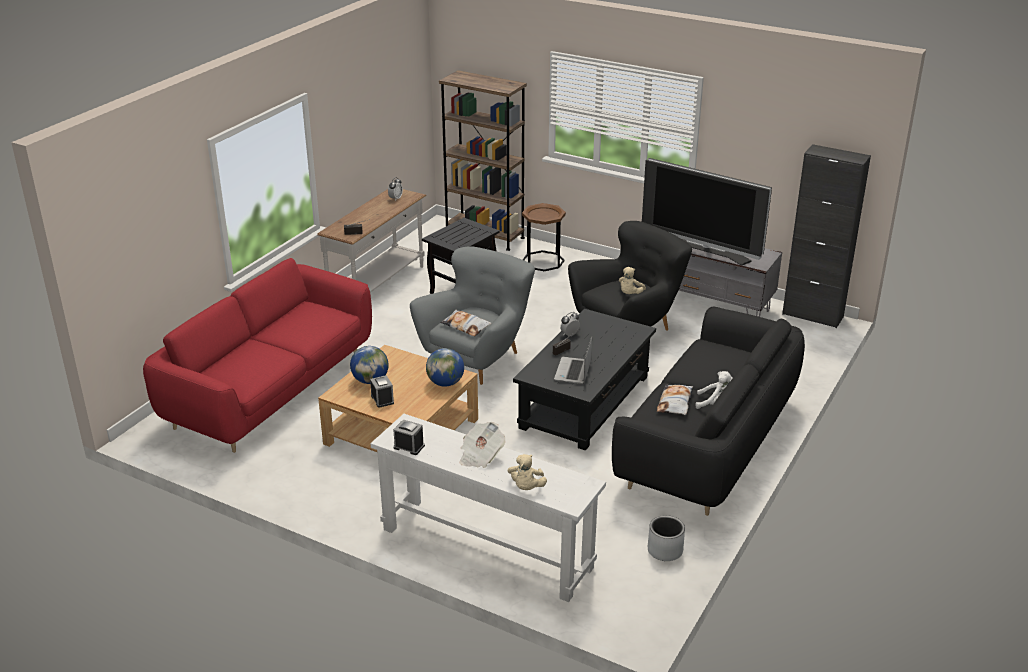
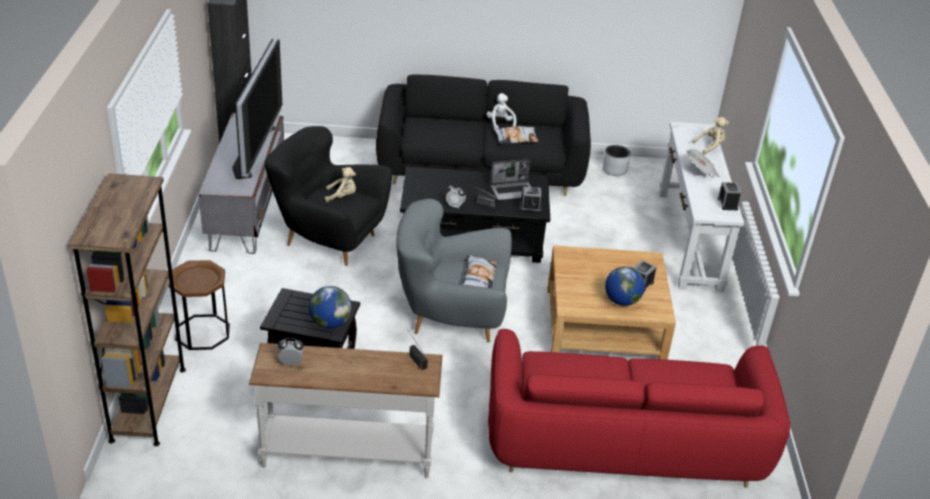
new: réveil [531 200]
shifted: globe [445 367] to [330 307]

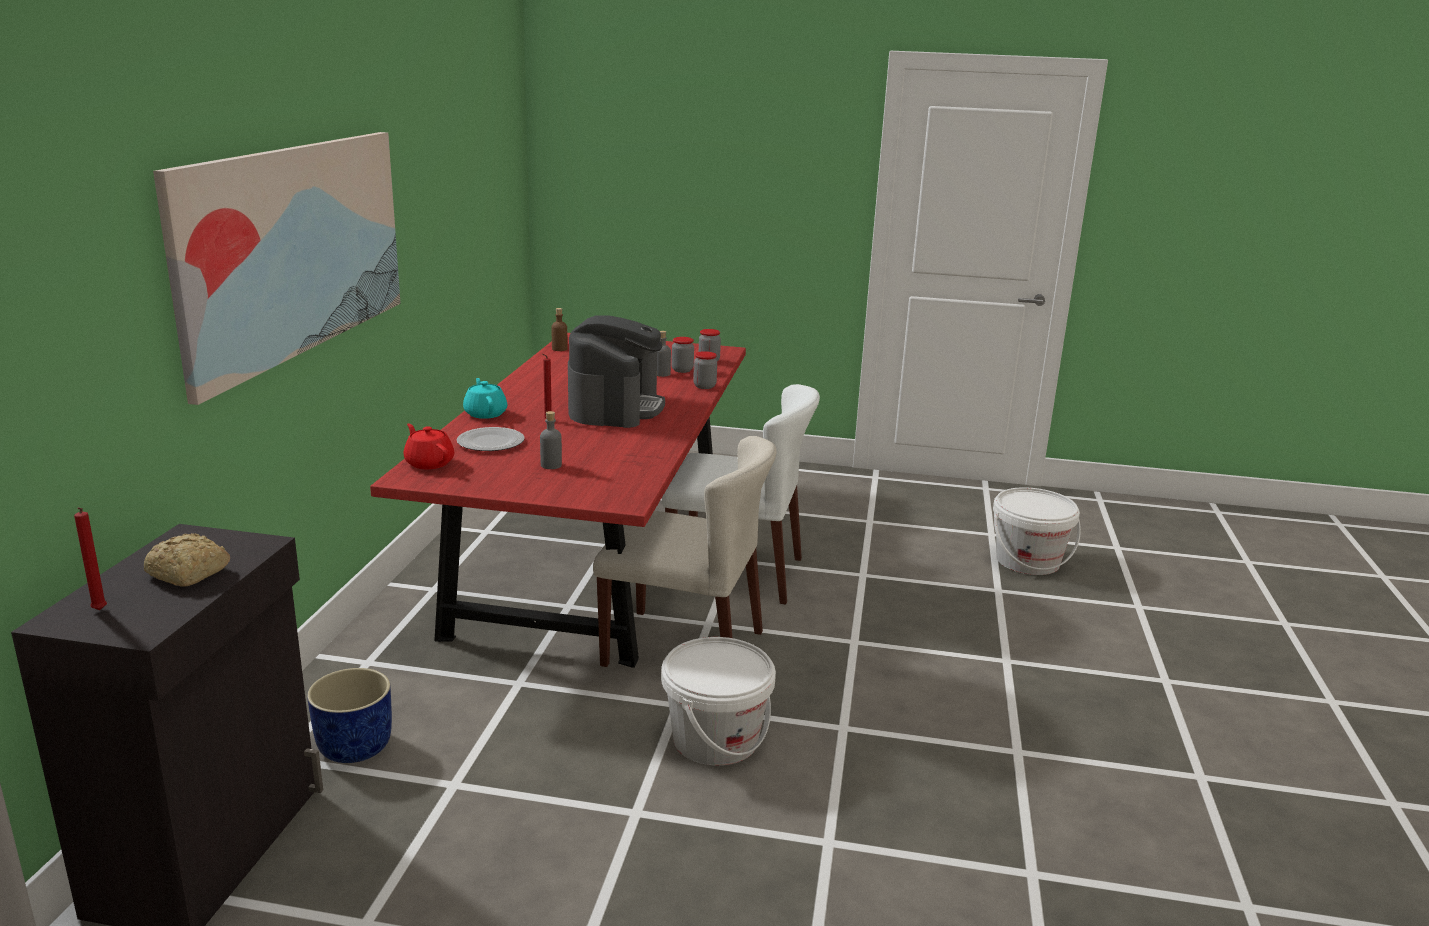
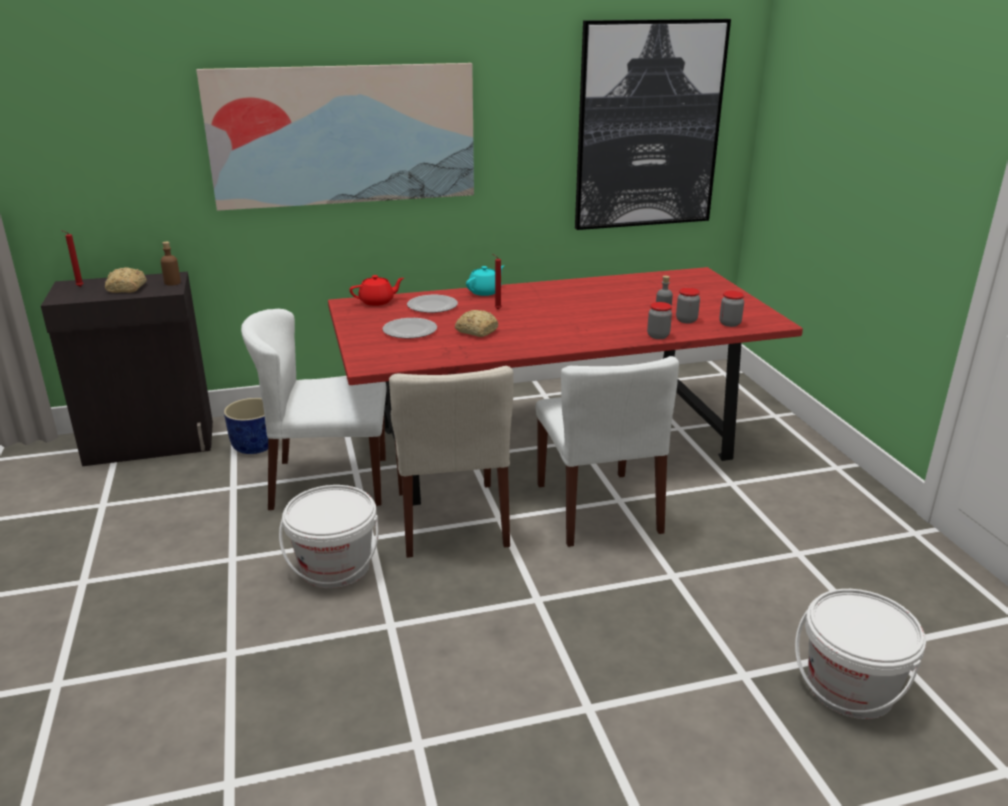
gone: machine à café [616 371]
new: tableau [653 124]; chaise [blanc] [314 409]; pain [476 323]
shifted: bouteille [marron] [560 329] to [171 264]
swapped: bouteille [gris] [551 440] to assiette [409 328]
rotated: théière [rouge] [429 446] = [377 290] 45 degrees clockwise

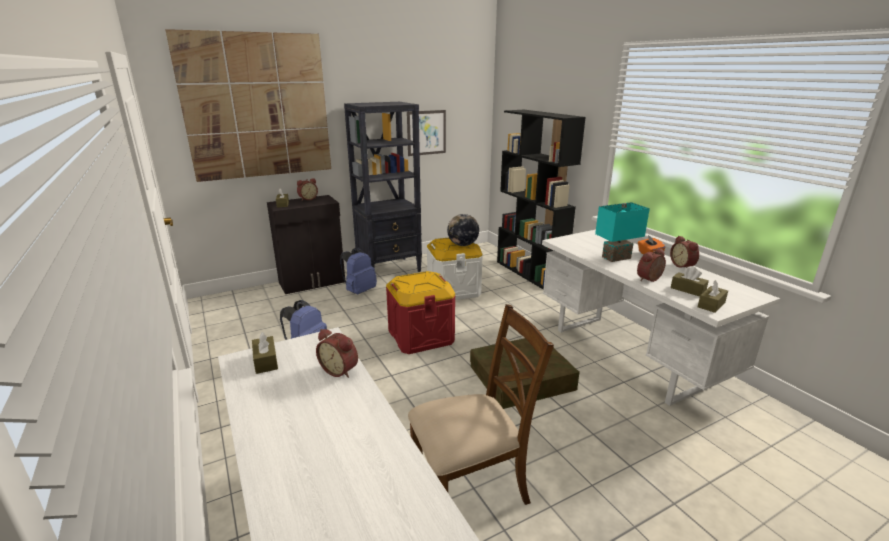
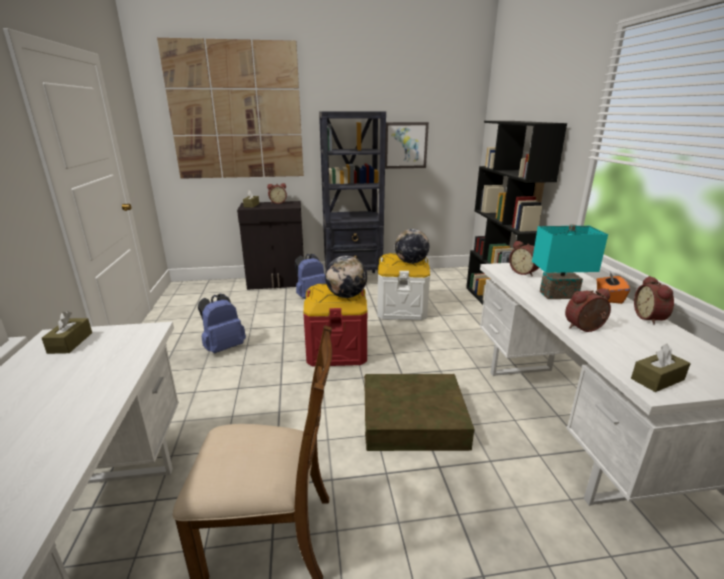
gone: boîte à mouchoirs [marron] [690 282]
new: globe [346 277]
shifted: réveil [337 353] to [524 258]

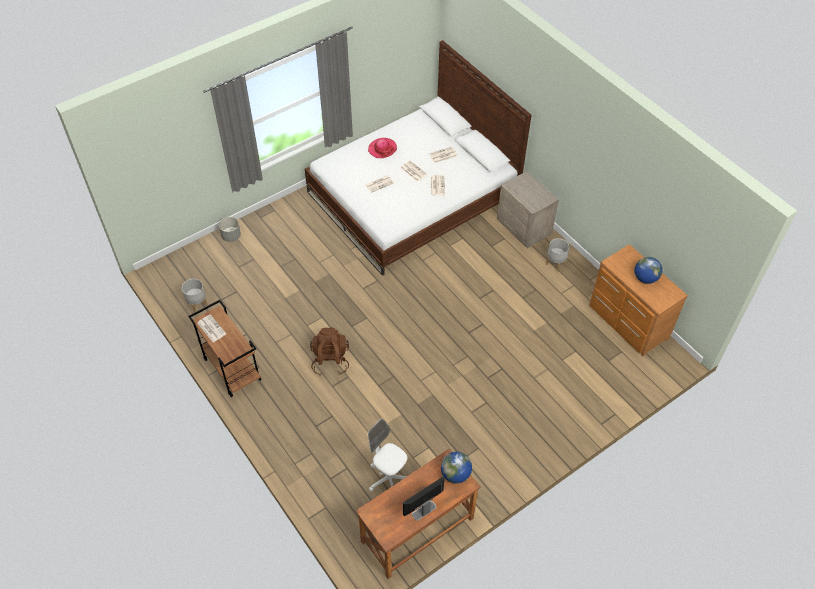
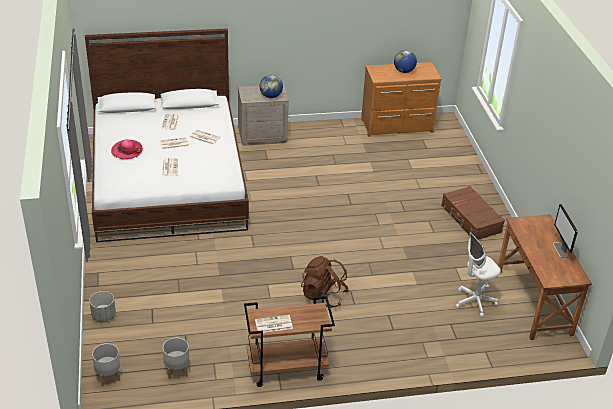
new: valise [marron] [473 213]
shifted: cache-pot [gris] [557 254] to [106 364]; globe [456 468] to [271 86]

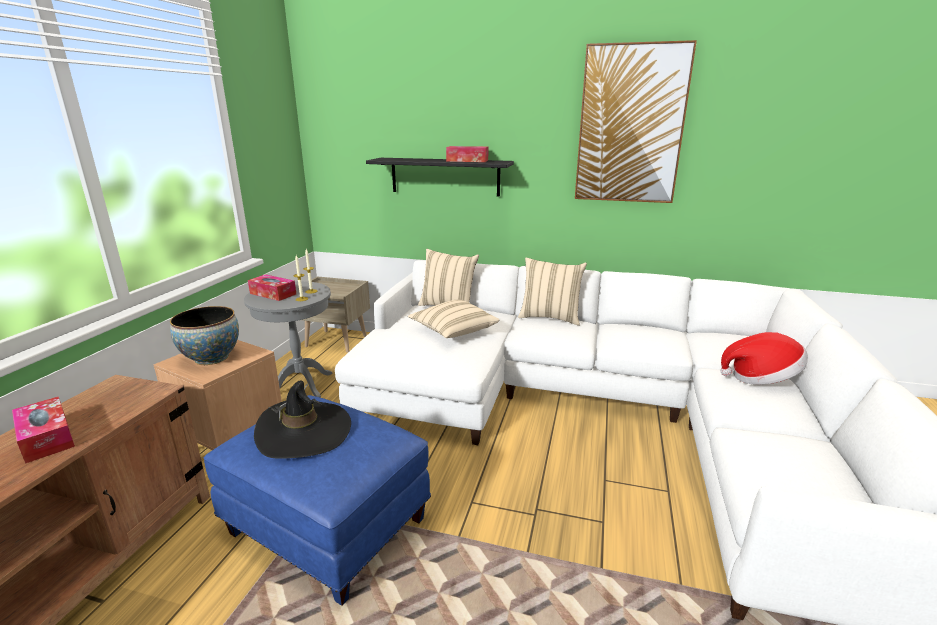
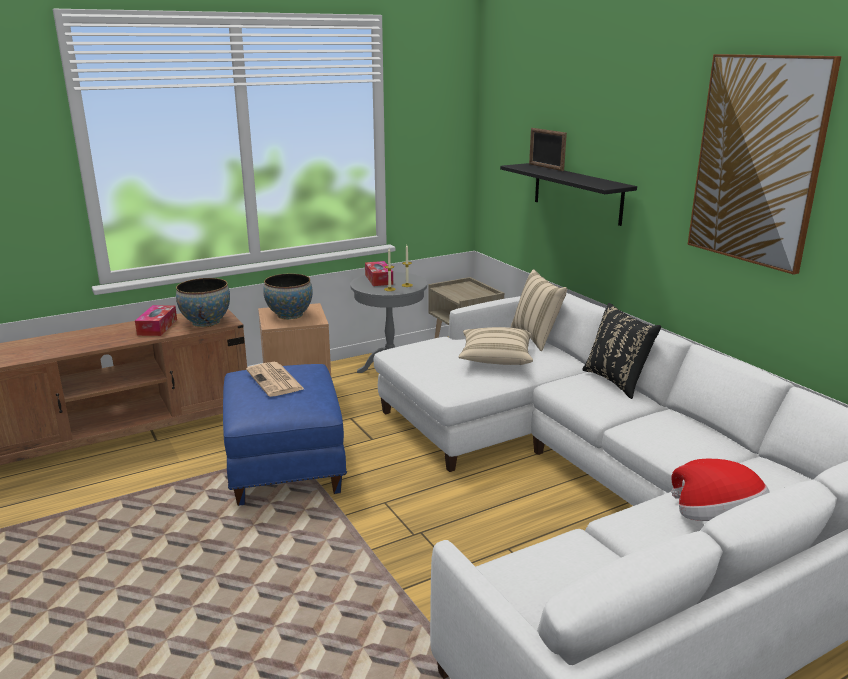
gone: boîte à mouchoirs [467 154]
new: cadre photo [548 149]; bol [203 302]
swapped: chapeau [noir] [302 419] to journal [275 379]
repainted: coussin [beige] [552 292] to coussin [noir] [622 351]

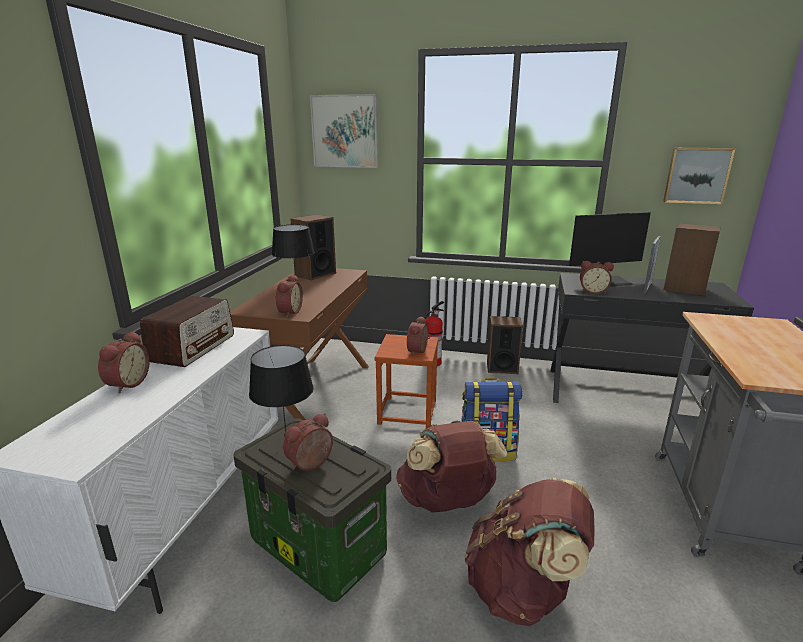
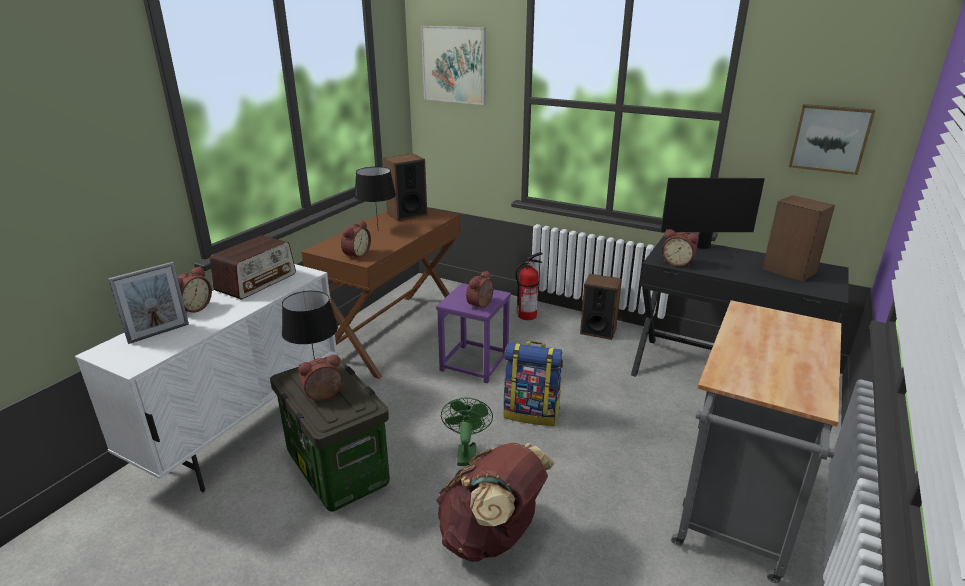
shifted: cadre photo [652 265] to [148 303]
swapped: sac à dos [marron] [452 467] to ventilateur [vert] [467 431]
repainted: tabouret [marron] [406 381] to tabouret [violet] [473 333]

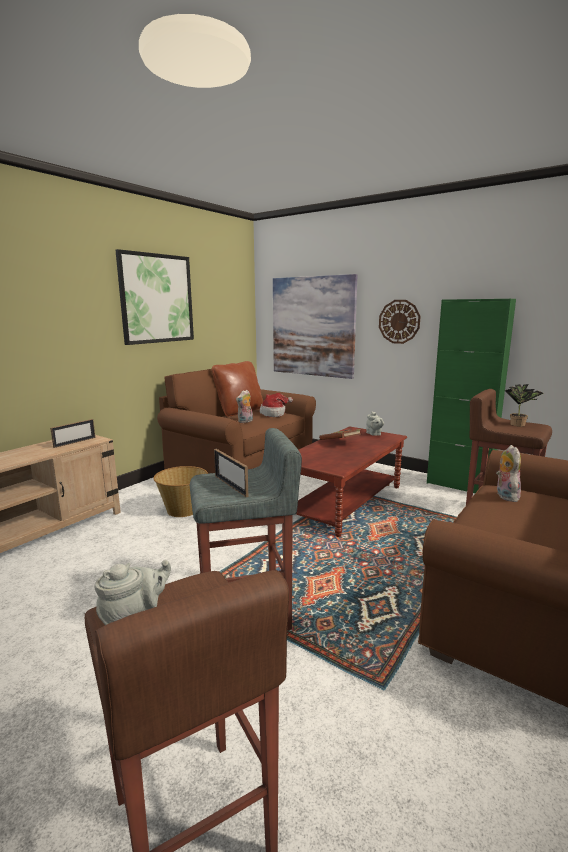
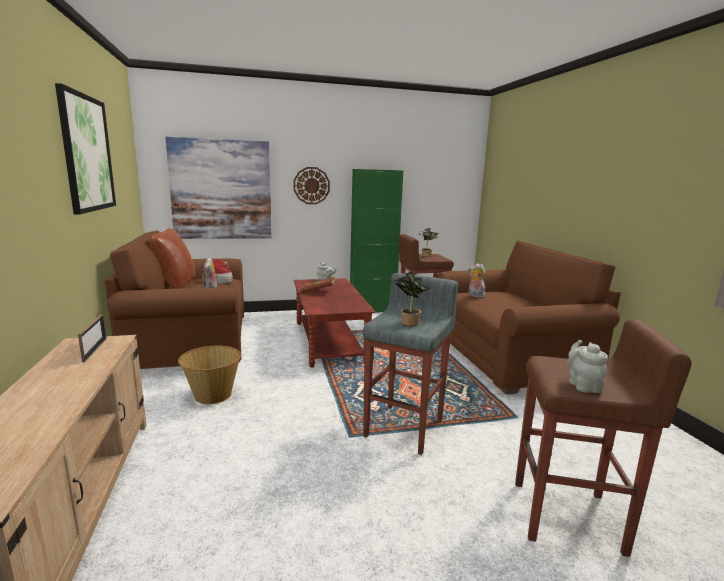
swapped: cadre photo [231 473] to plante en pot [413 299]

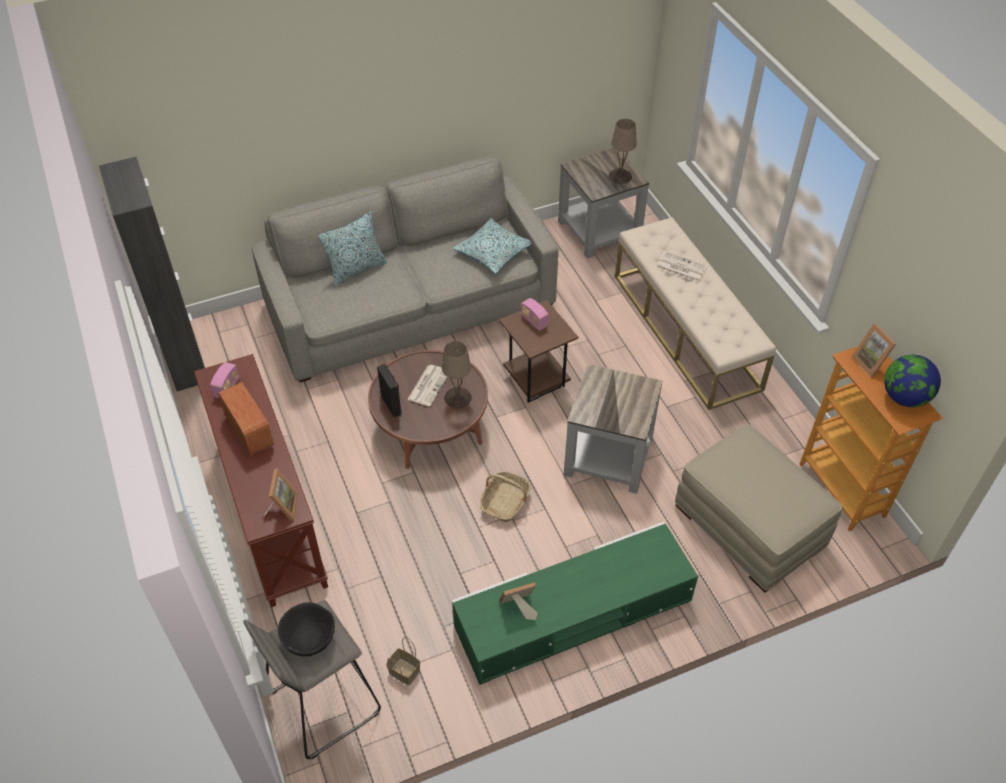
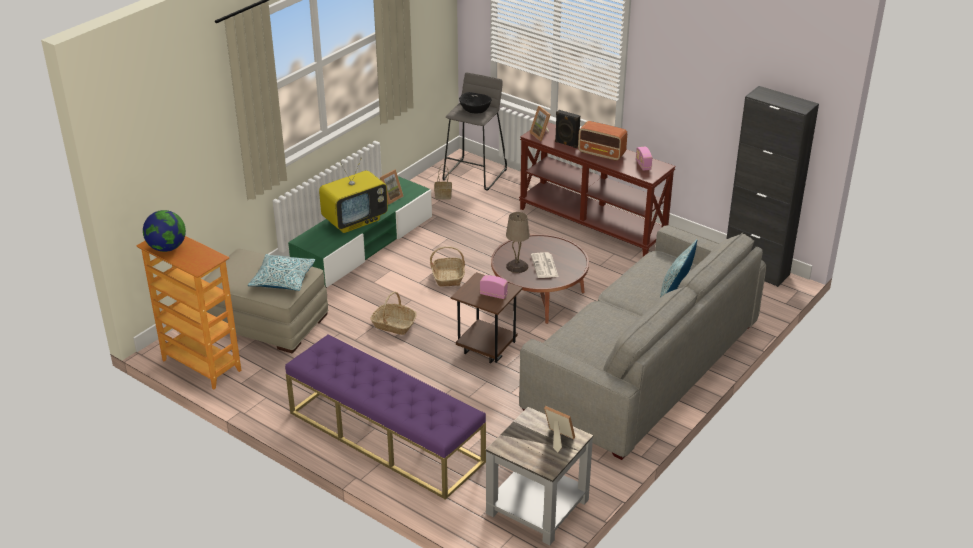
gone: lampe de table [beige] [623 151]; journal [681 267]
new: téléviseur [353 195]
shifted: coussin [492 246] to [281 272]; cadre photo [873 350] to [559 429]; enceinte [noir] [389 390] to [567 129]
swapped: table d'appoint [gris] [613 429] to panier [393 313]
repainted: banc [beige] [695 313] to banc [violet] [385 417]

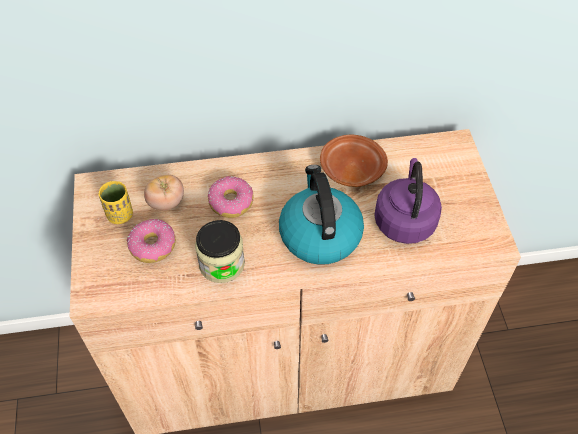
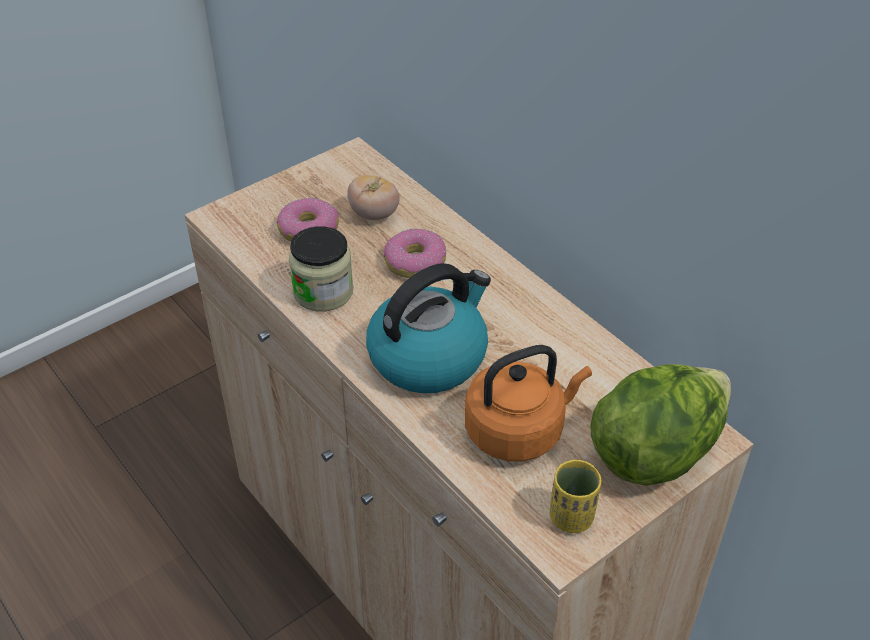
gone: assiette [marron] [354 161]
new: laitue [661 425]
shifted: tasse [jaune] [115 202] to [575 496]
repainted: bouilloire [violet] [408 201] to bouilloire [orange] [528 403]

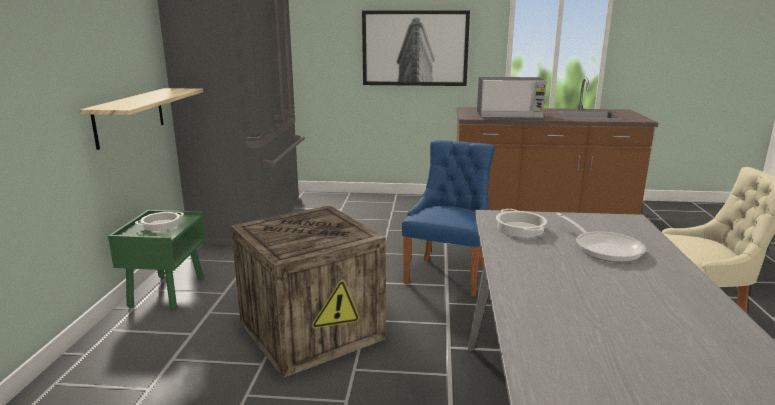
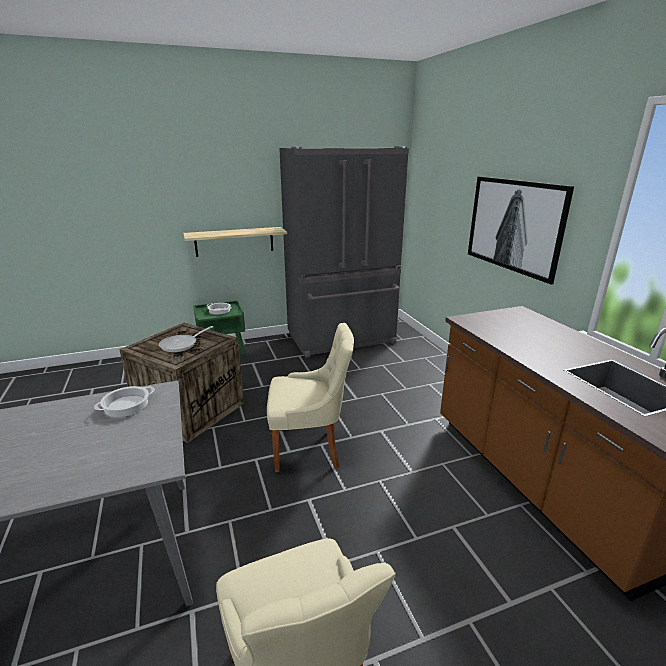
gone: micro-ondes [512 97]
shifted: poêle [601 237] to [186 339]
repainted: chaise [bleu] [448 218] to chaise [beige] [310 397]

